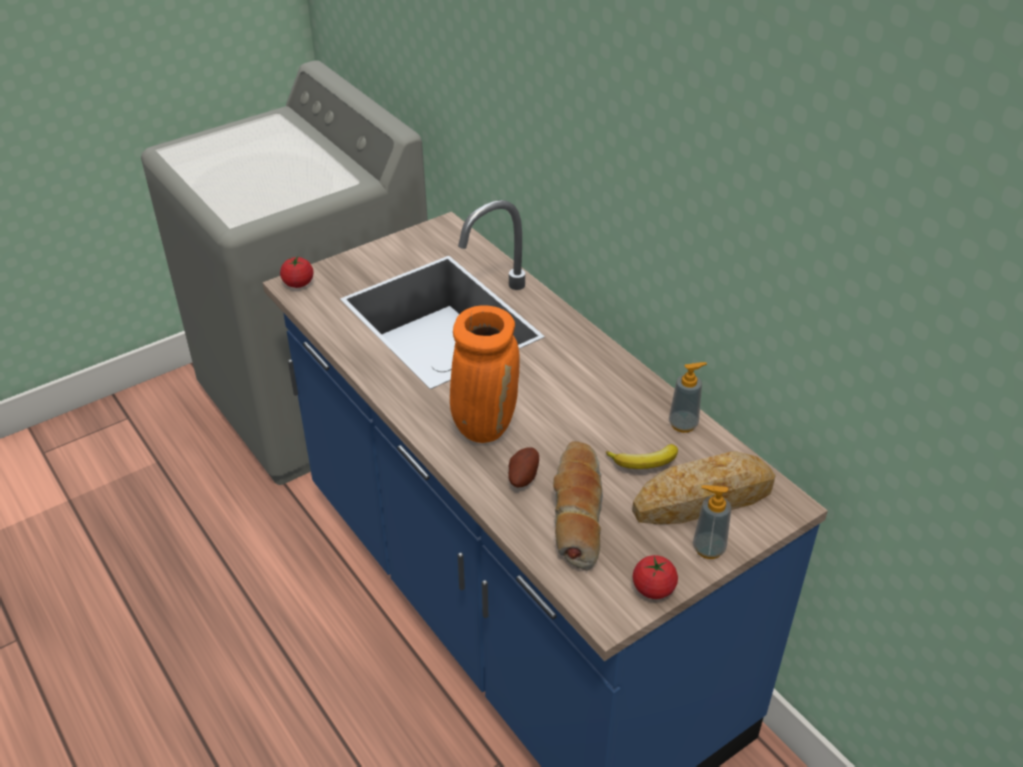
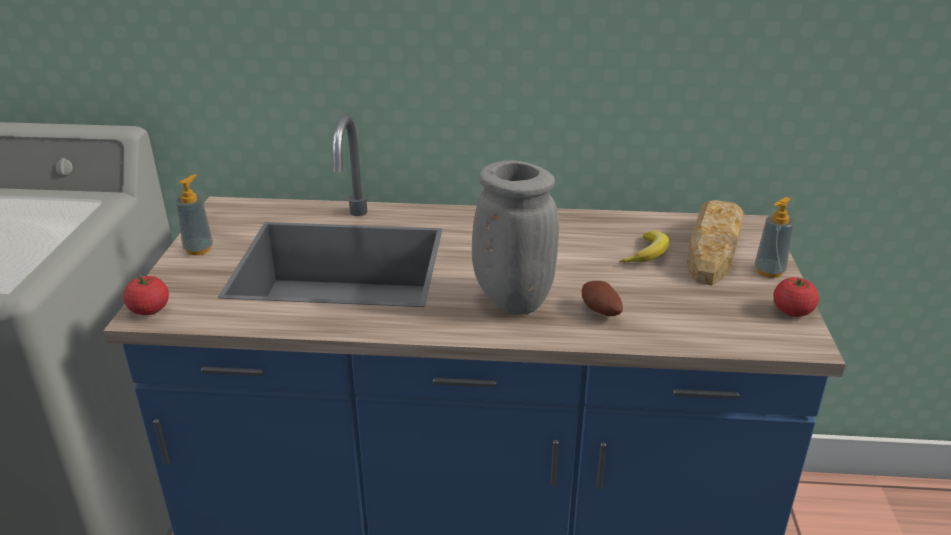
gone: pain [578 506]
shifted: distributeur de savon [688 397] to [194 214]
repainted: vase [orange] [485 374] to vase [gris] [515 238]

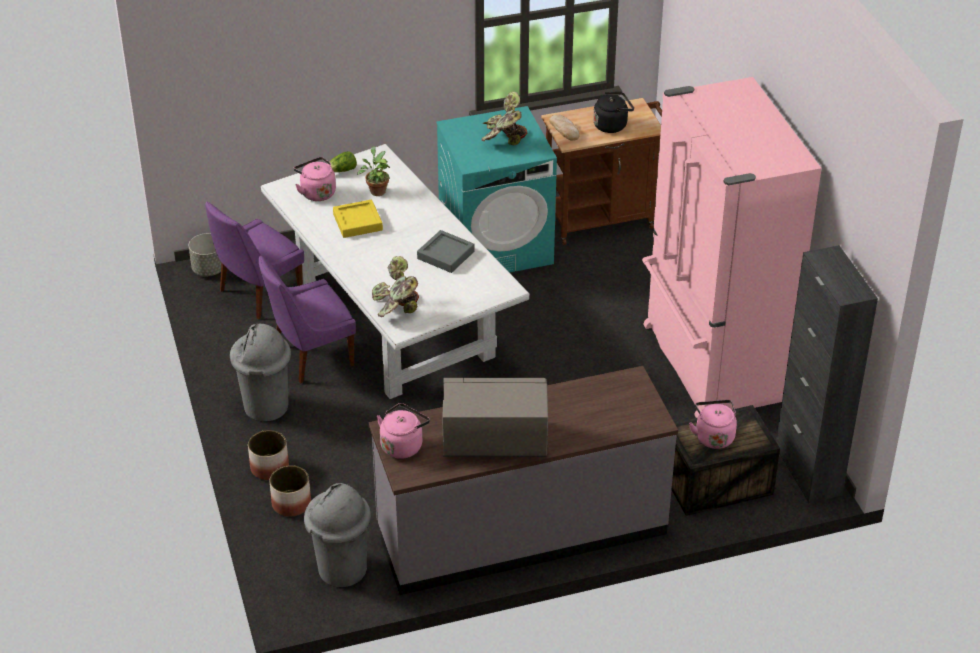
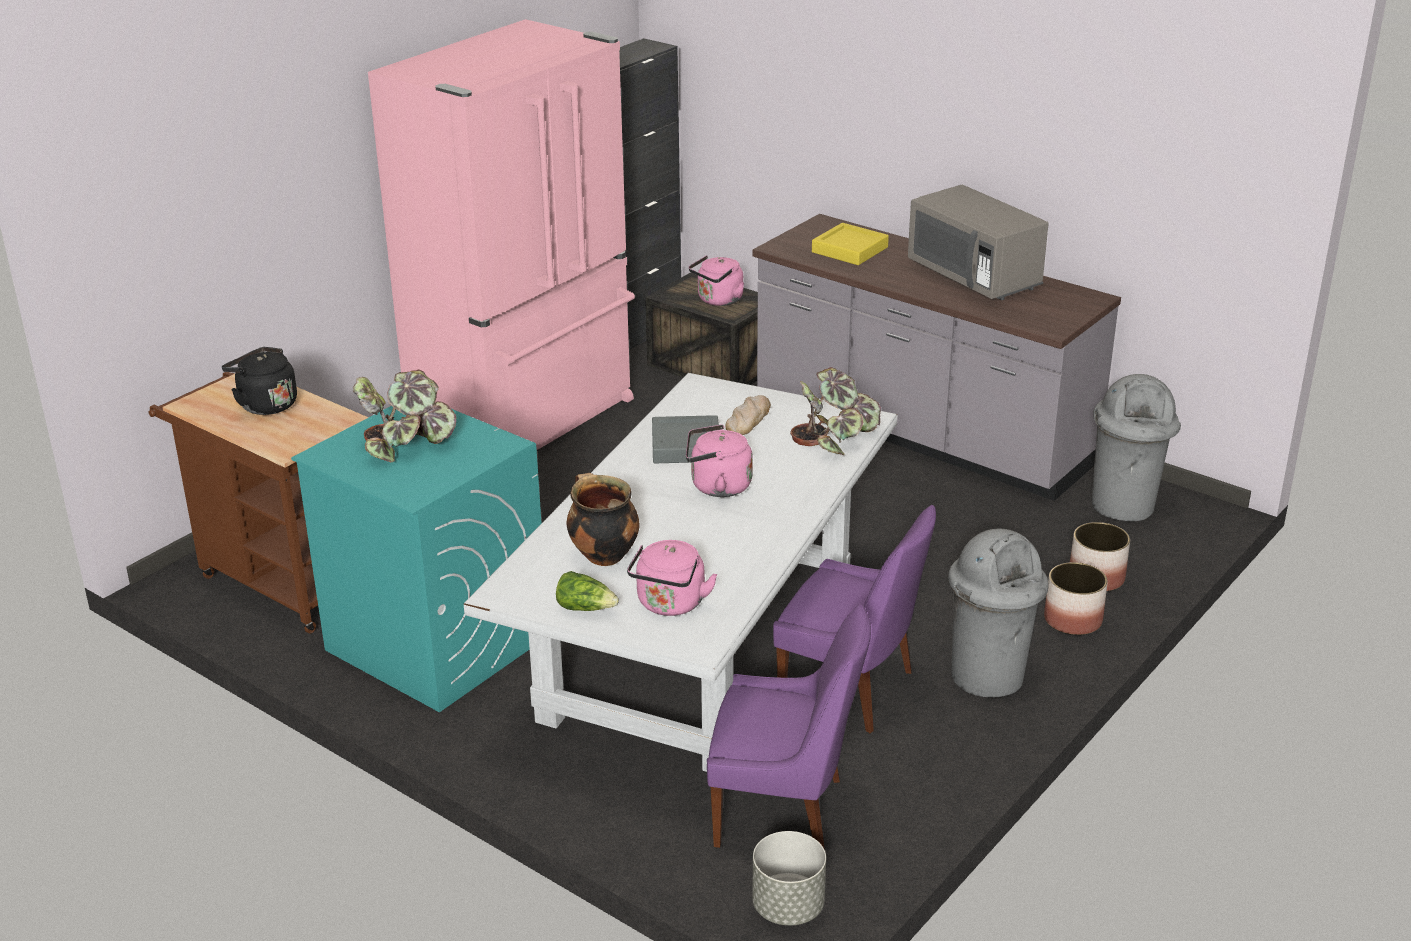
shifted: pain [564 128] to [748 415]; plateau [jaune] [358 219] to [850 244]; bouilloire [rose] [403 431] to [719 460]
swapped: plante en pot [373 171] to marmite [602 519]

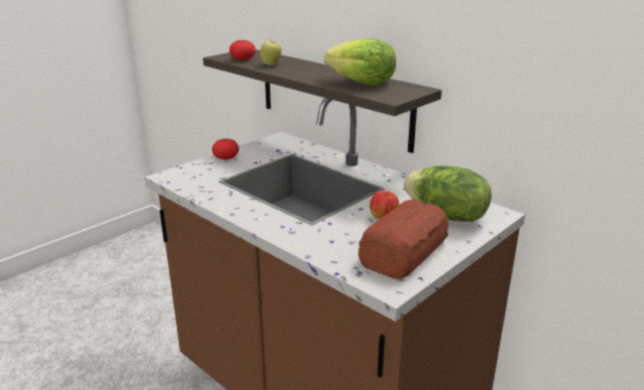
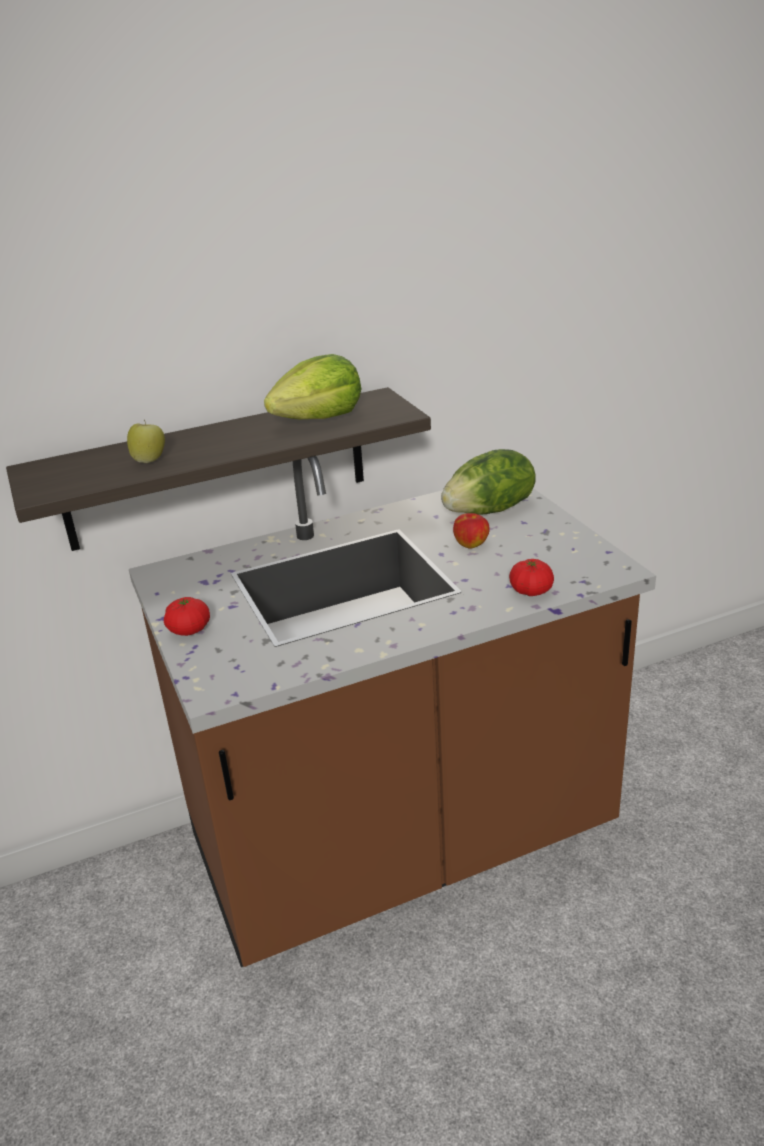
gone: pain [403 238]
shifted: tomate [242 50] to [531 577]

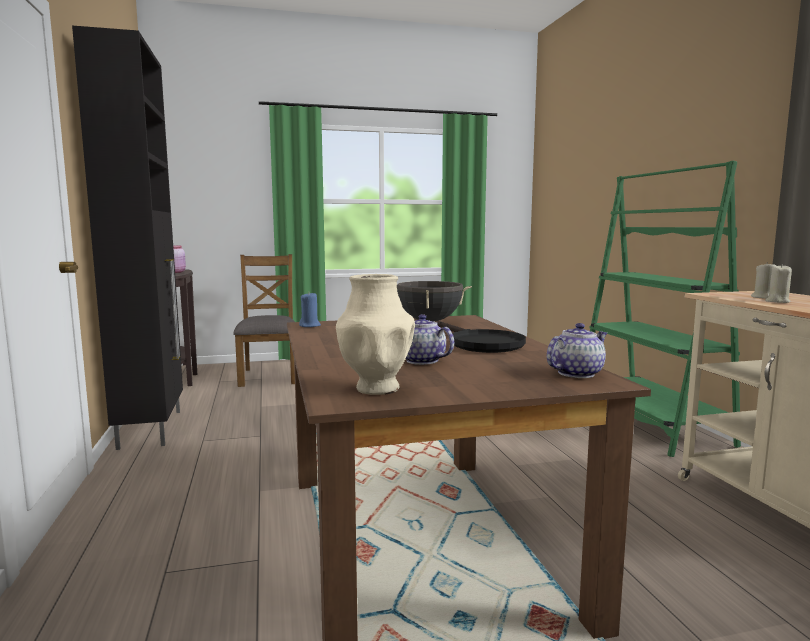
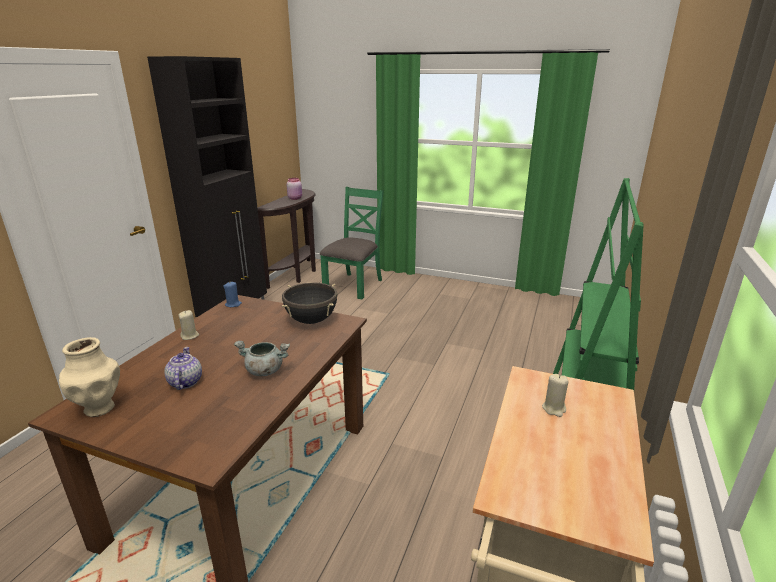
gone: théière [577 350]
shifted: bougie [beige] [778 283] to [189 325]
swapped: poêle [noir] [481 337] to marmite [gris] [262 358]
repainted: chaise [marron] [264 320] to chaise [vert] [352 243]

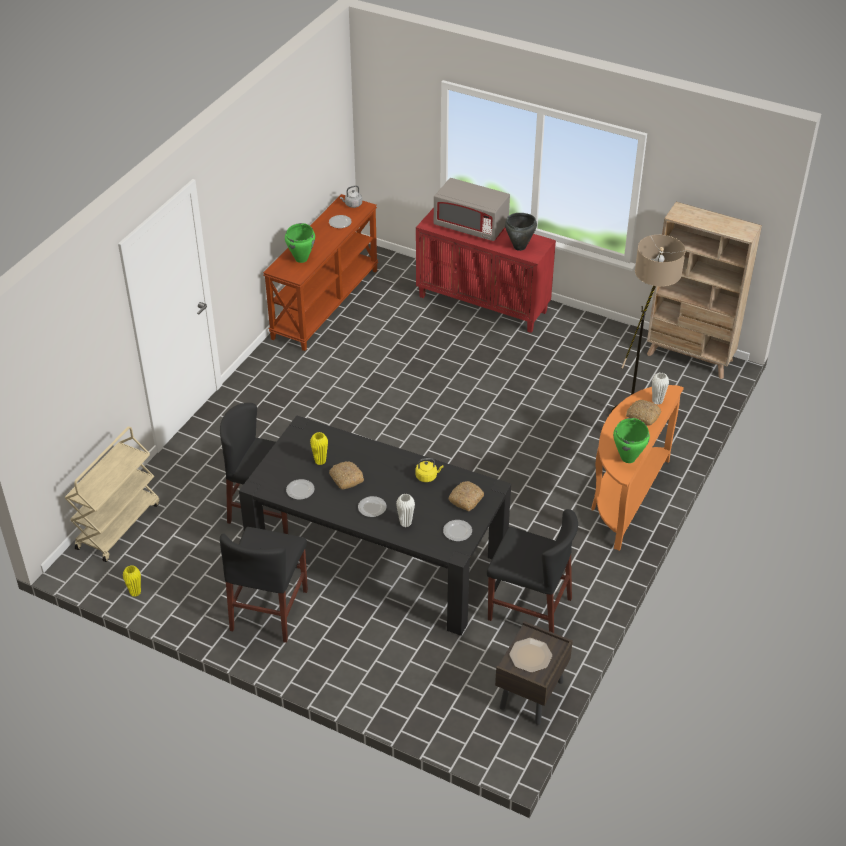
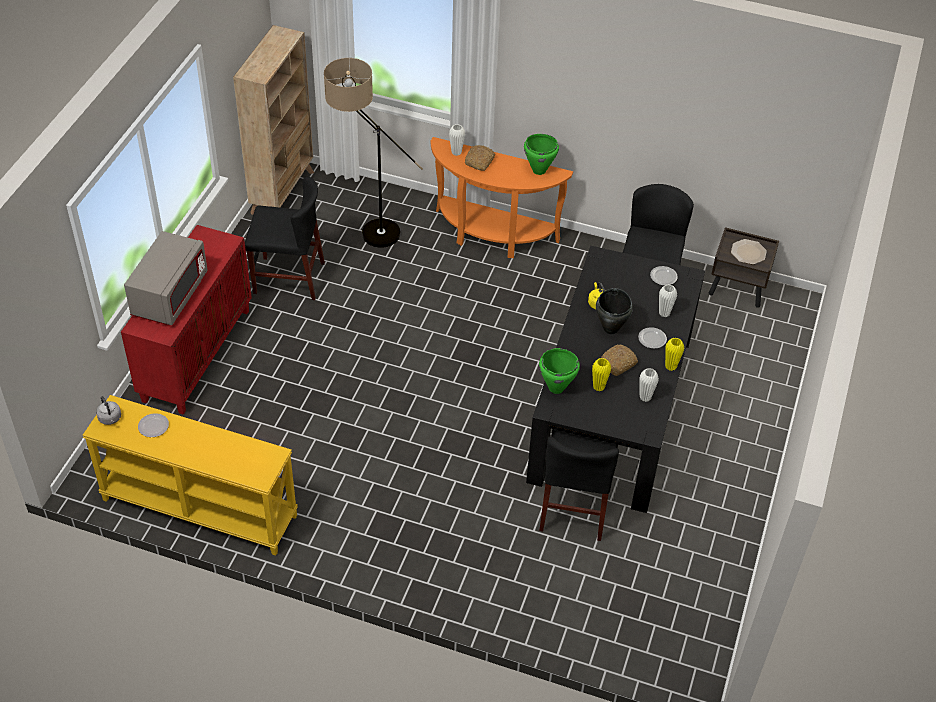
gone: chariot [beige] [112 494]; pain [466 496]
shifted: marmite [noir] [521 232] to [614 311]; marmite [vert] [300 243] to [559 371]; chaise [noir] [264 585] to [285 238]; vase [jaune] [132 581] to [674 354]
swapped: assiette [300 489] to vase [blanc] [649 385]
repainted: table console [marron] [320 272] to table console [jaune] [190 475]

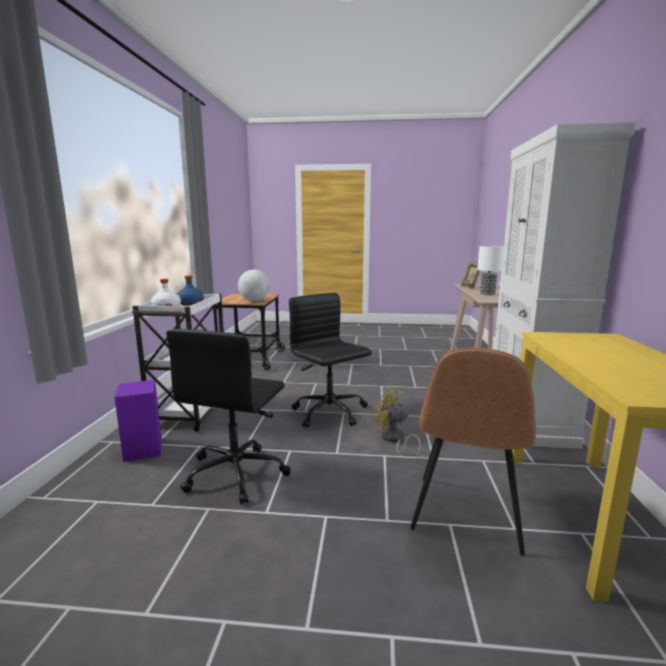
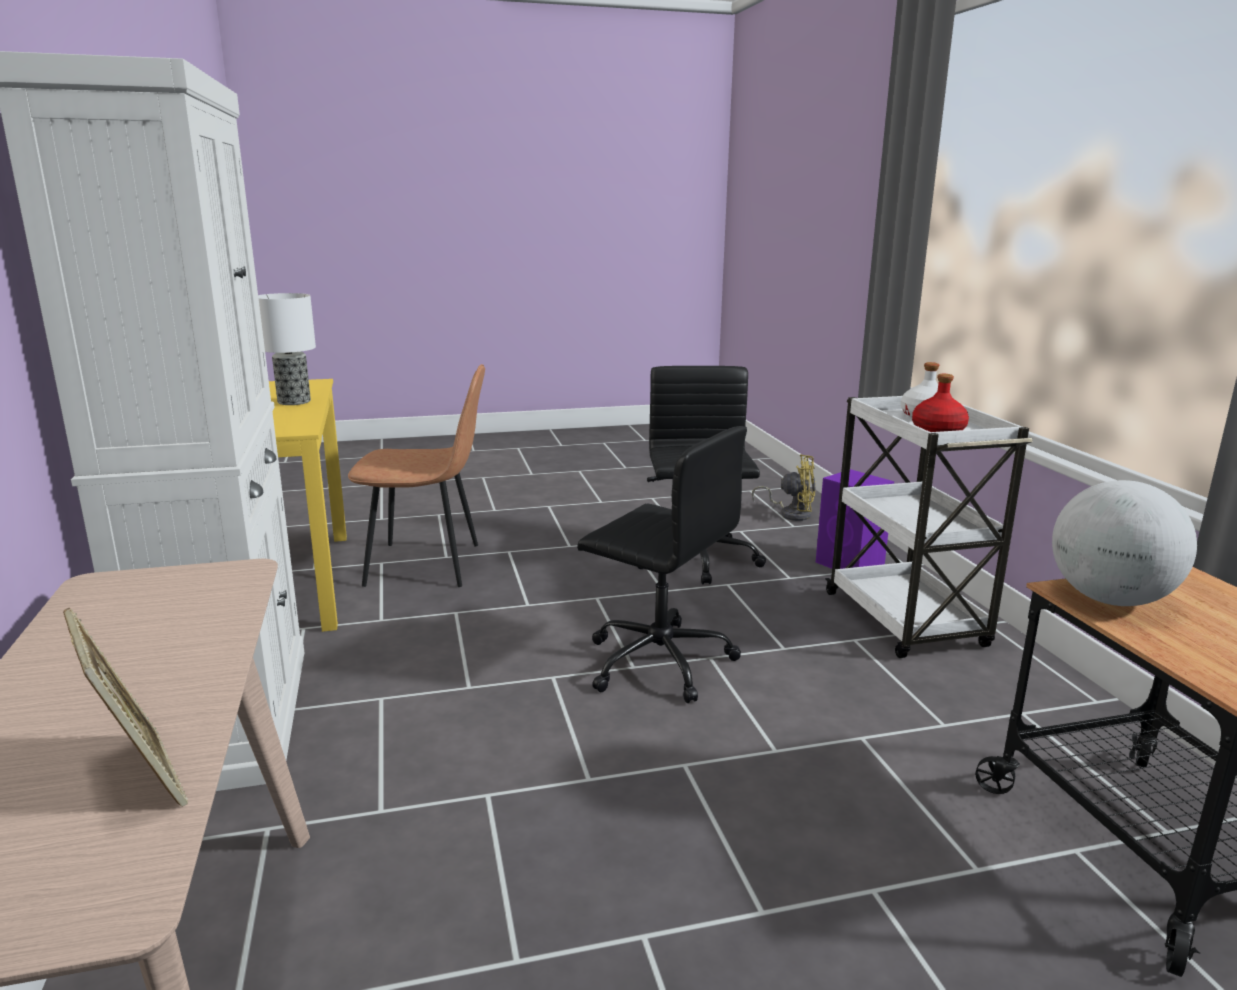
shifted: lampe de table [490 271] to [287 349]; ventilateur [jaune] [398 423] to [784 487]
repainted: bouteille [bleu] [190 291] to bouteille [rouge] [940 403]
rotated: chaise [marron] [473 452] = [416 475] 90 degrees clockwise

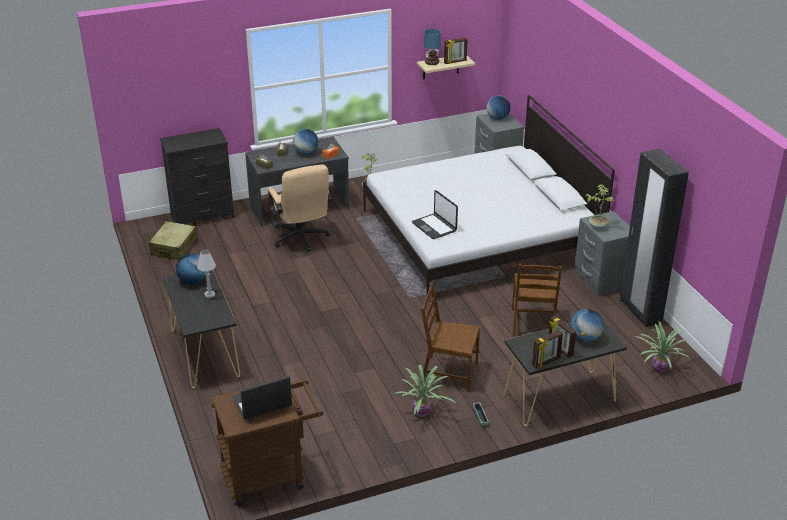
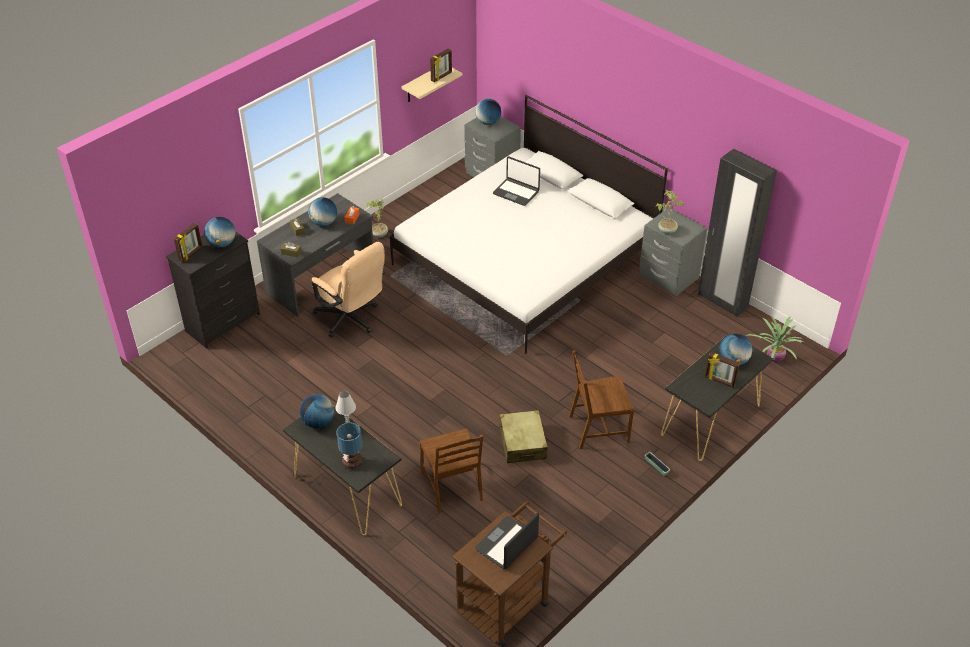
gone: plante en pot [425 390]
new: globe [220 232]
shifted: lampe de table [432 47] to [349 445]; ordinateur portable [435 214] to [516 181]; valise [beige] [173 240] to [523 436]; chaise [marron] [537 300] to [451 470]; cadre photo [547 349] to [188 242]

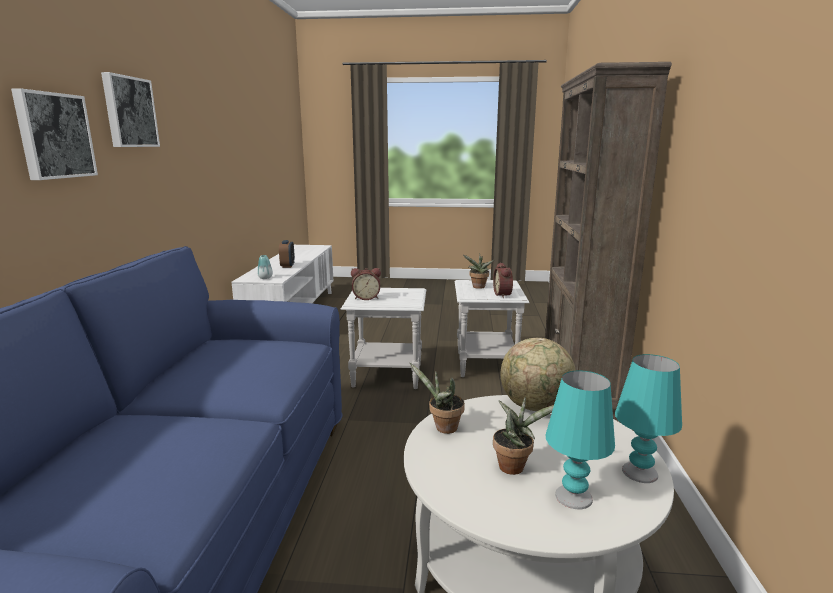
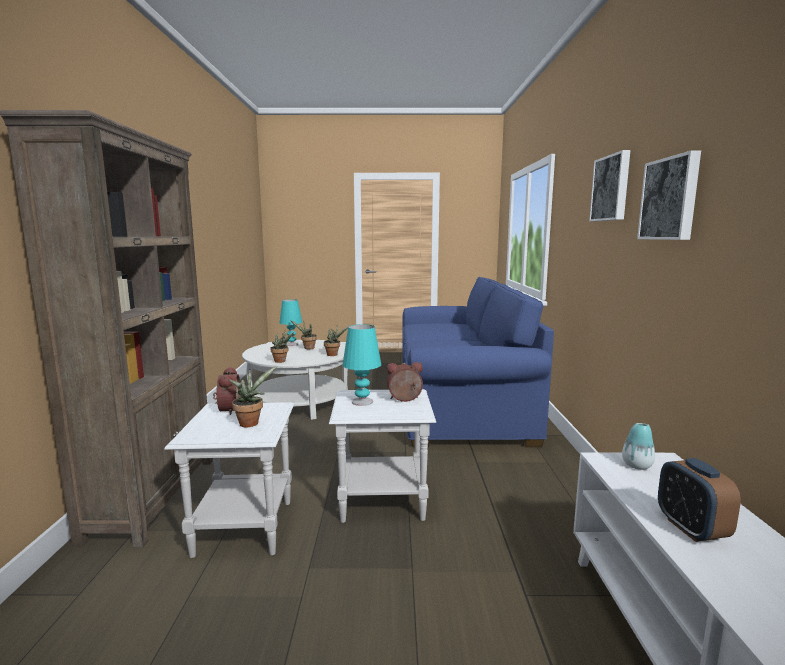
shifted: tableau [54 134] to [669 195]; lampe de table [turquoise] [648 418] to [361 365]
swapped: globe [538 374] to plante en pot [282 347]

